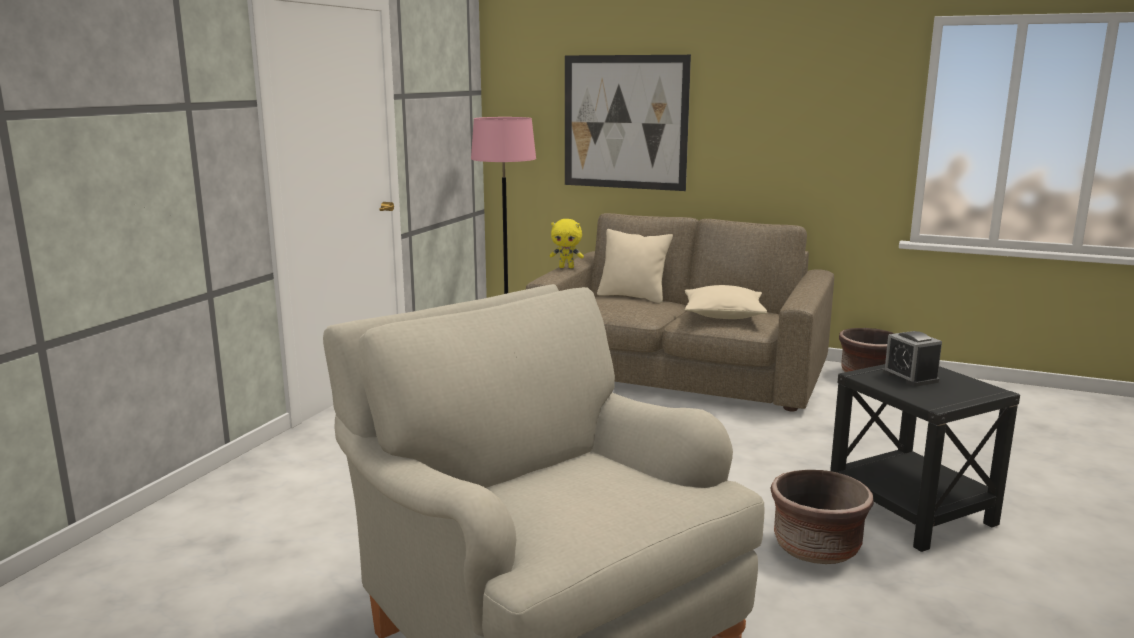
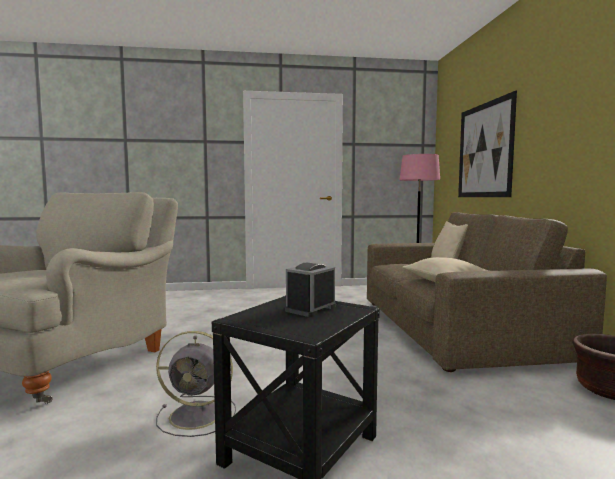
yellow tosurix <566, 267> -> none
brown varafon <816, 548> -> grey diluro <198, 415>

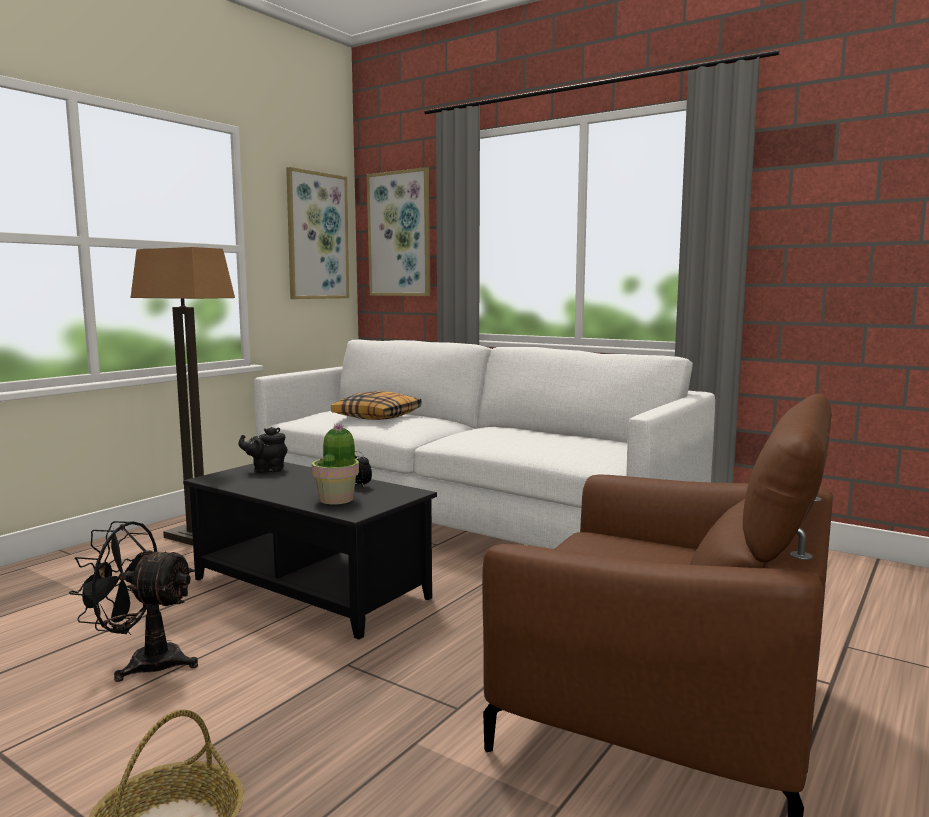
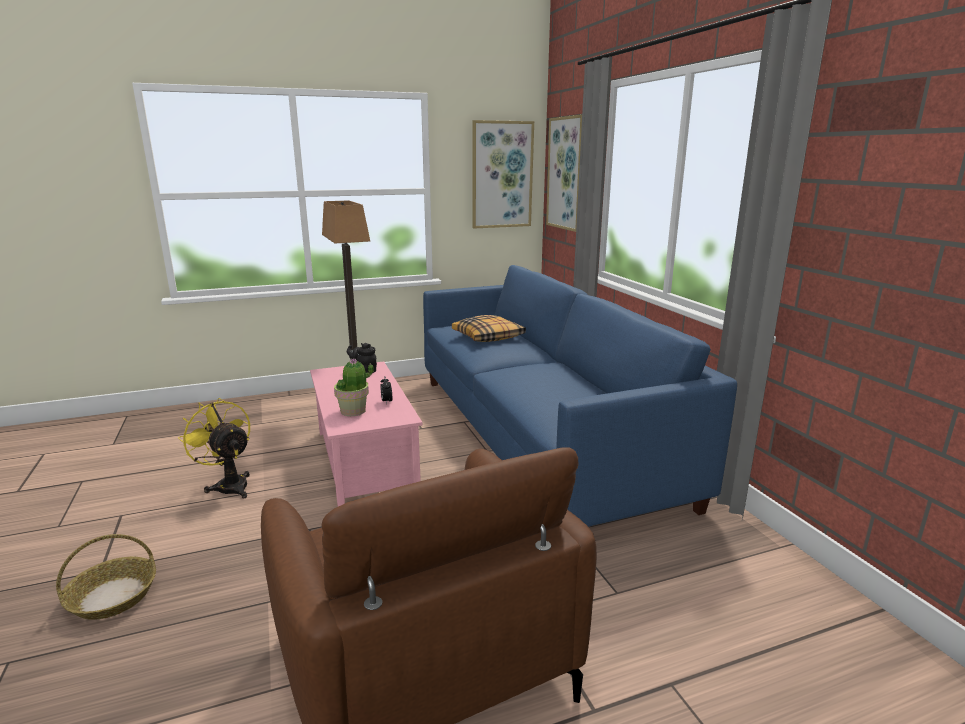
black diluro <144, 662> -> yellow diluro <229, 485>
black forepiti <311, 588> -> pink forepiti <366, 462>
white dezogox <465, 520> -> blue dezogox <537, 434>

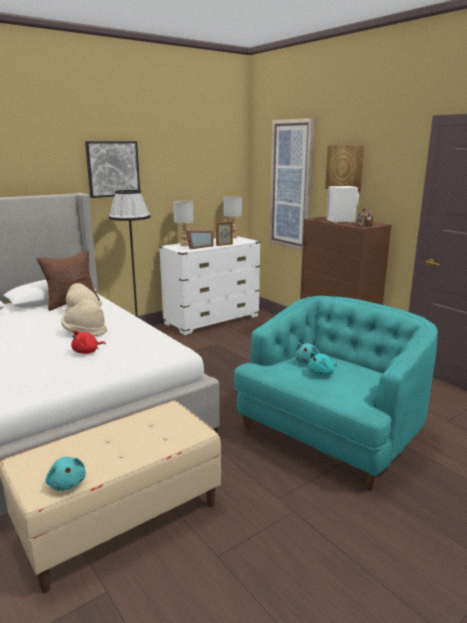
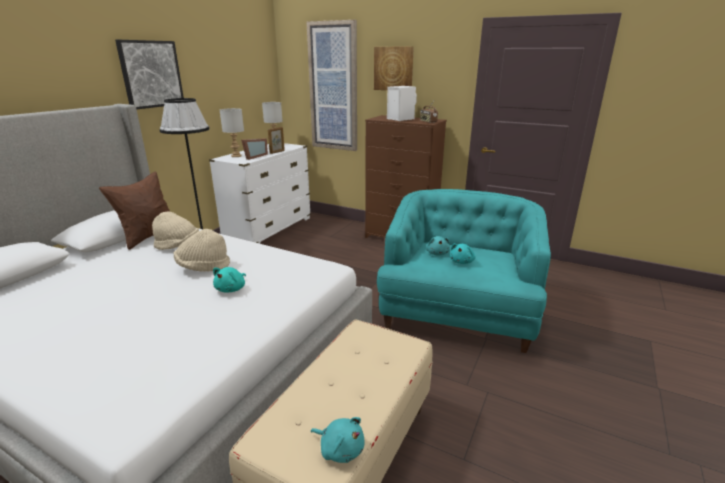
red tosurix <87, 352> -> turquoise tosurix <231, 289>

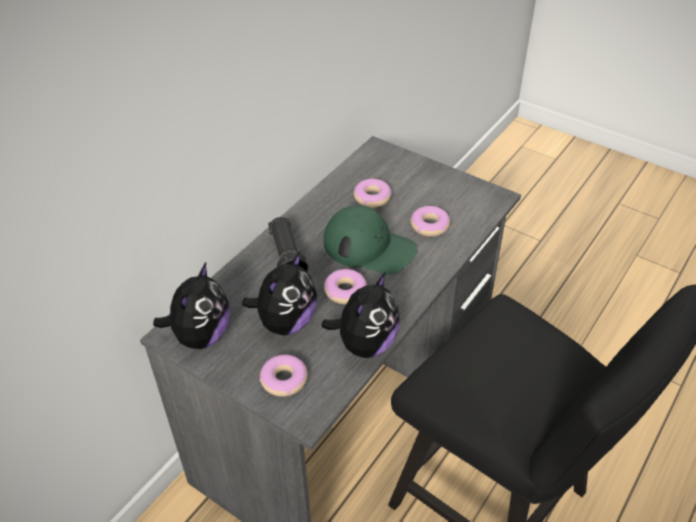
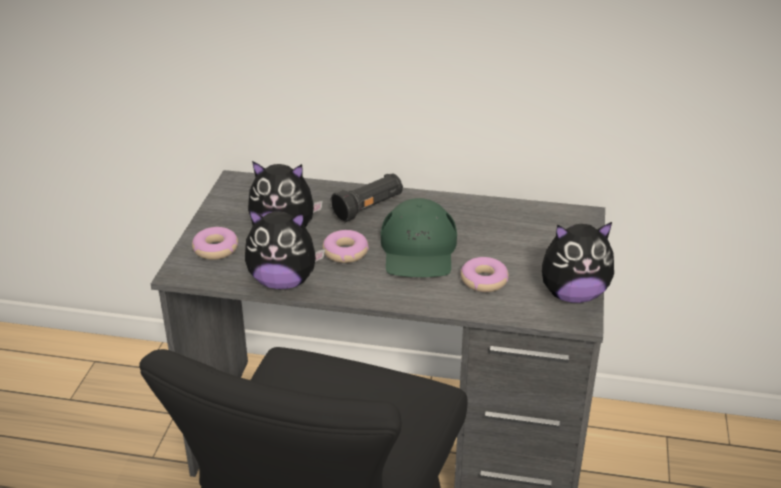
tosurix <201, 335> -> tosurix <573, 294>, shifted
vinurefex <372, 198> -> none

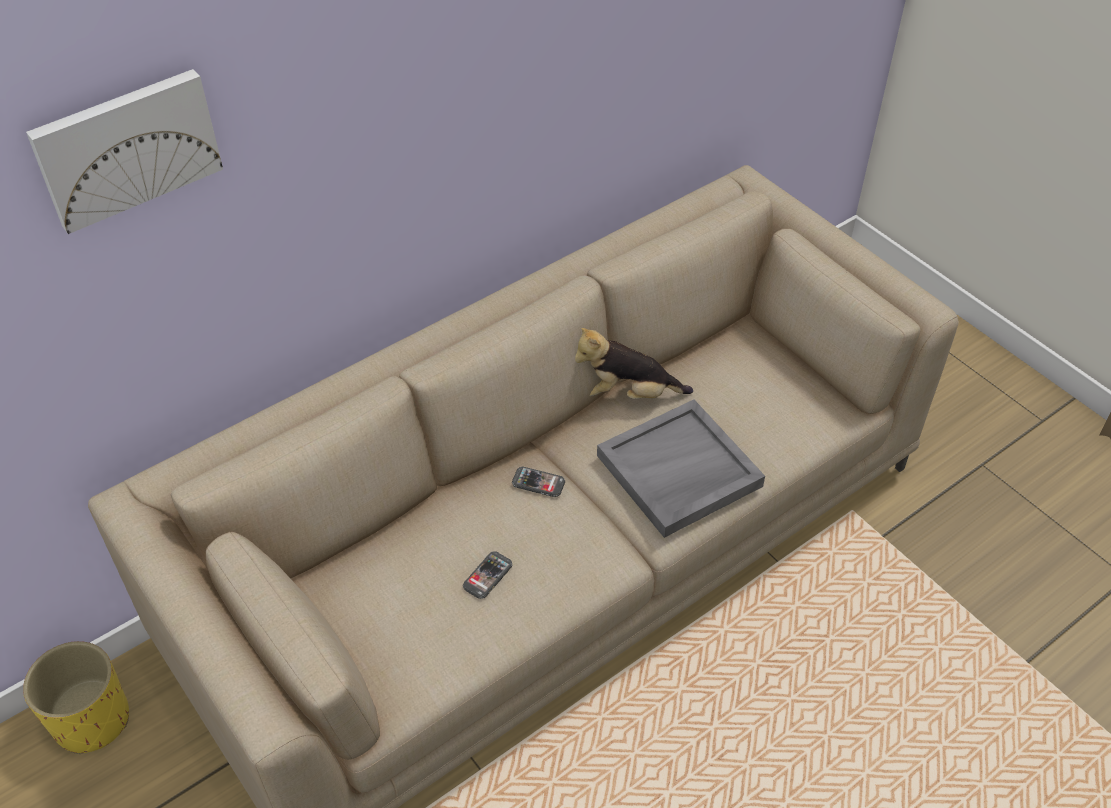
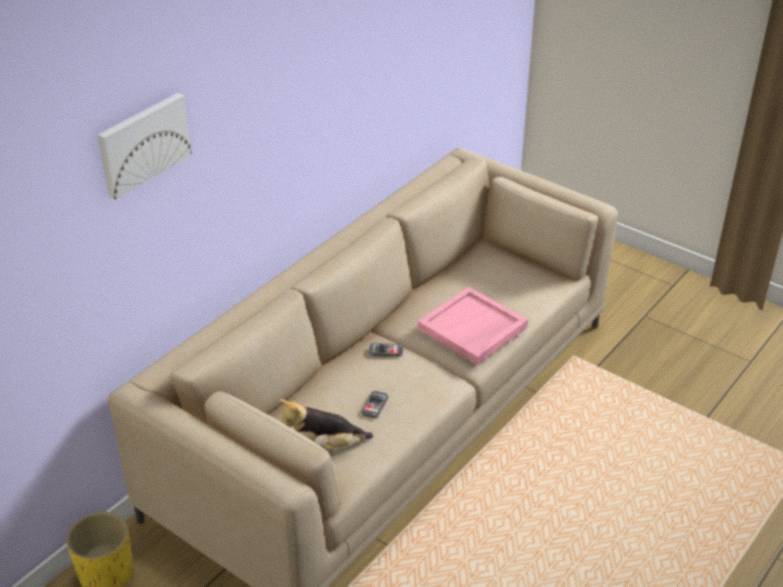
tosurix <626, 394> -> tosurix <323, 447>, shifted
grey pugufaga <678, 472> -> pink pugufaga <472, 329>

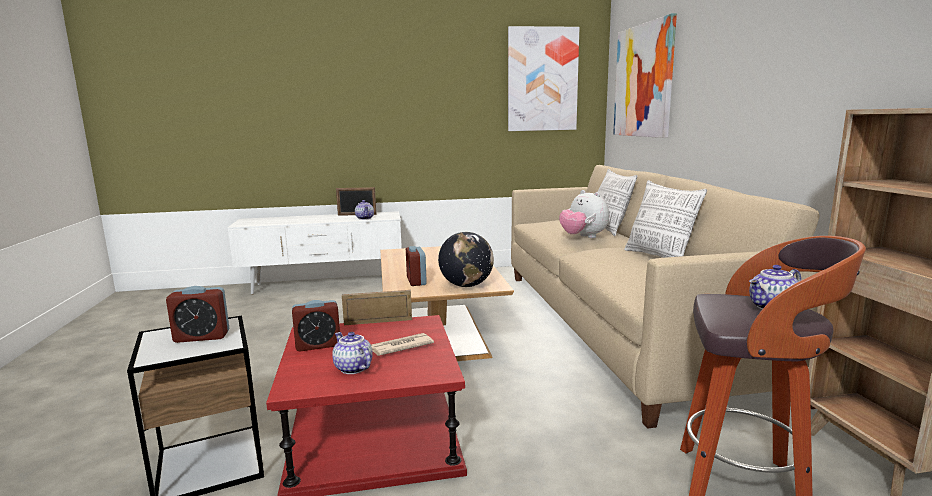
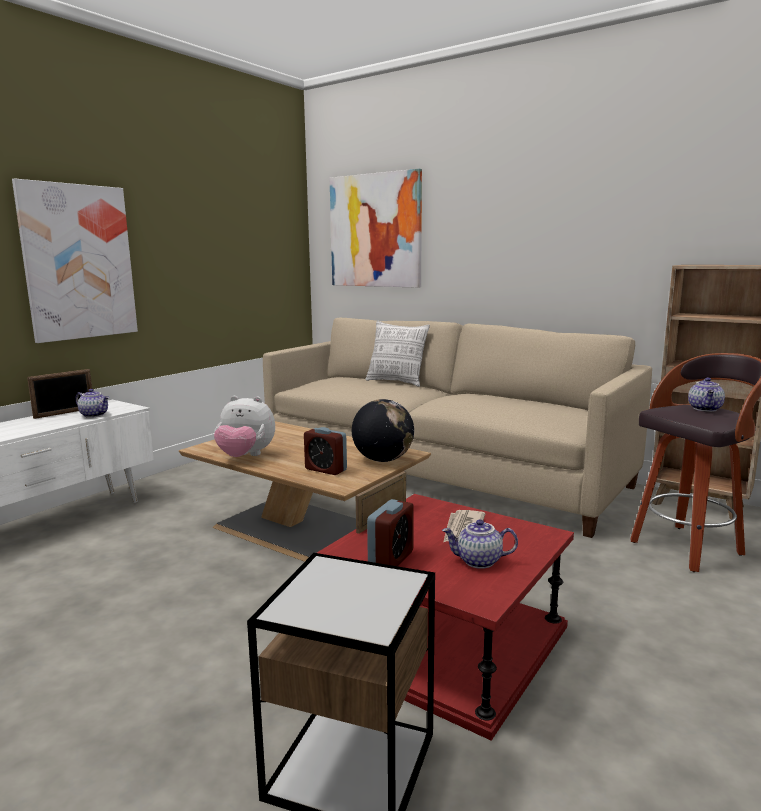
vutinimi <202, 337> -> none
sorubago <542, 79> -> sorubago <78, 262>, shifted
tosurix <583, 237> -> tosurix <245, 456>, shifted
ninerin <659, 257> -> none

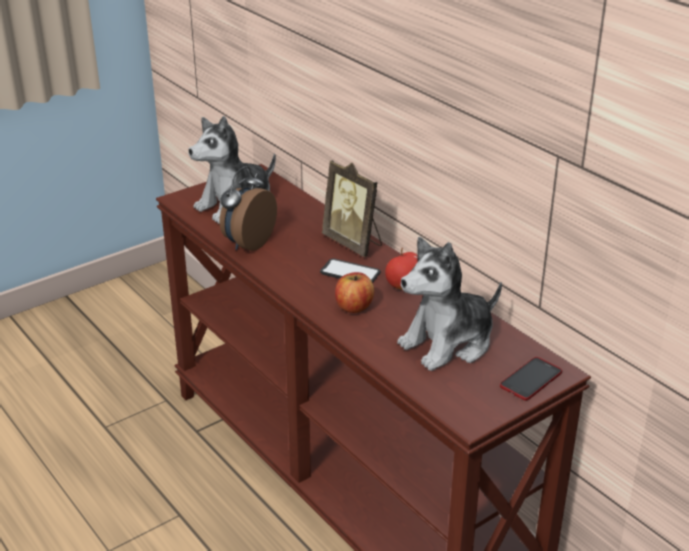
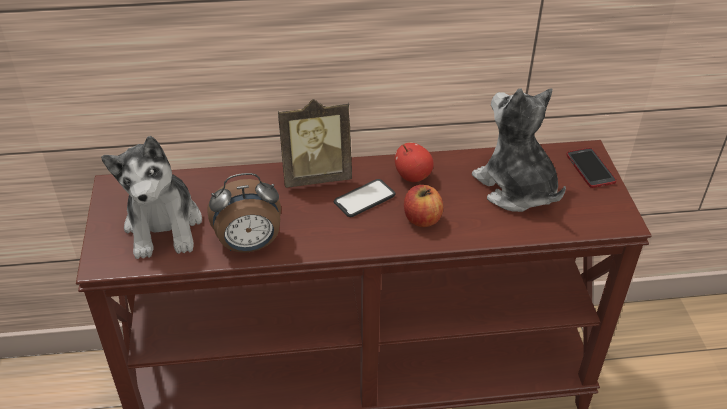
vutinimi <247, 243> -> vutinimi <249, 245>, 75 degrees counterclockwise
tosurix <448, 343> -> tosurix <515, 188>, 150 degrees clockwise

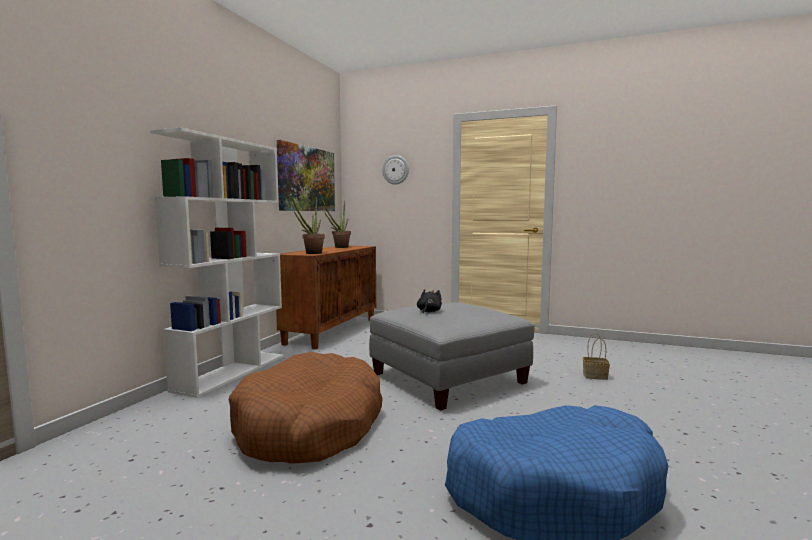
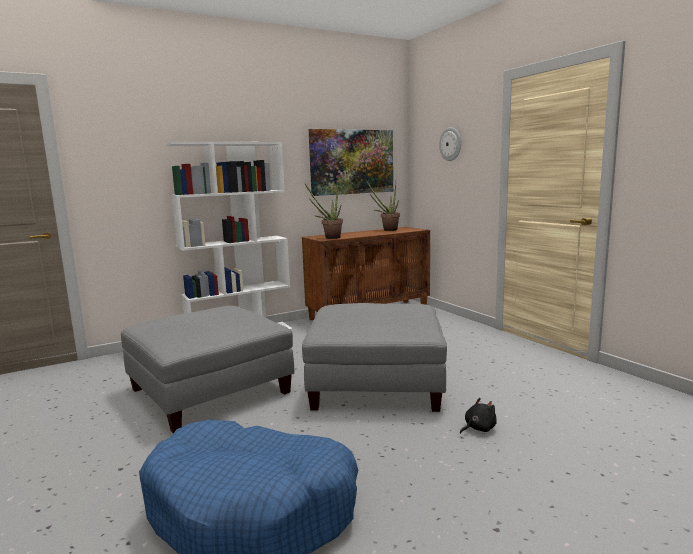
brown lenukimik <309, 426> -> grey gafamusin <210, 390>
black tosurix <428, 311> -> black tosurix <478, 428>, shifted
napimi <595, 376> -> none

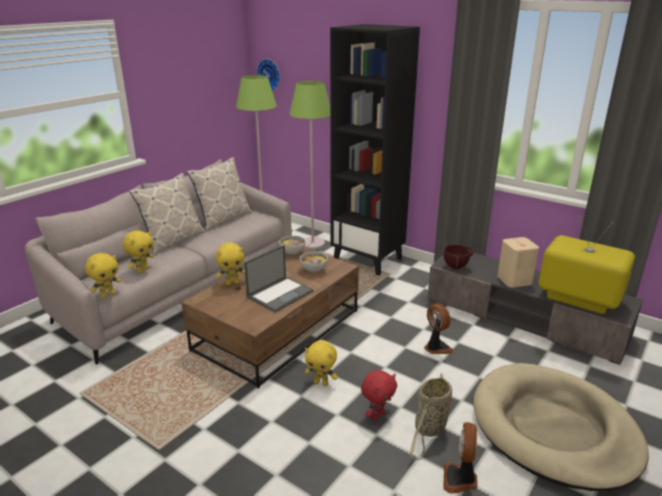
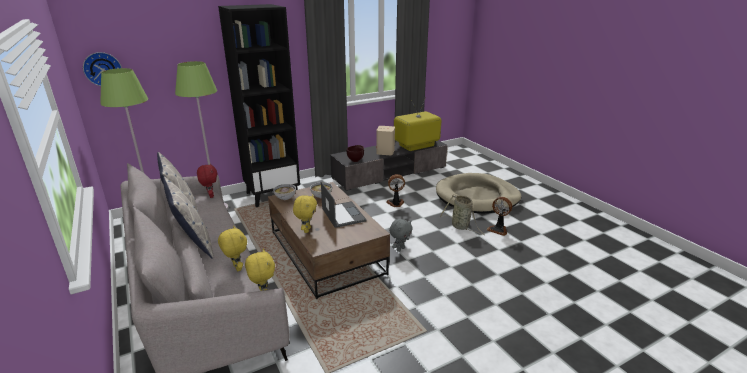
yellow tosurix <321, 383> -> grey tosurix <400, 249>
red tosurix <377, 415> -> red tosurix <210, 195>, shifted

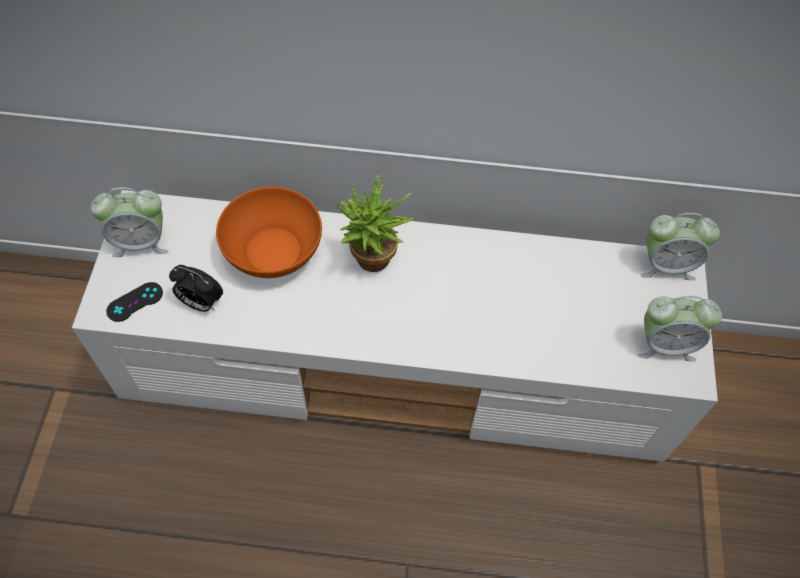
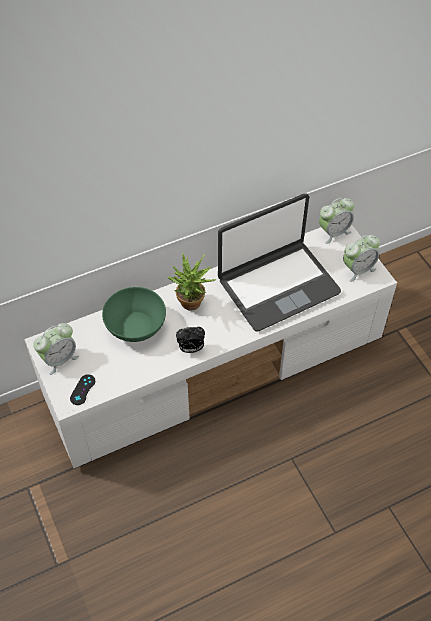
vutinimi <200, 303> -> vutinimi <191, 349>, shifted
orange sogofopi <273, 251> -> green sogofopi <136, 326>
none -> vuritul <277, 285>

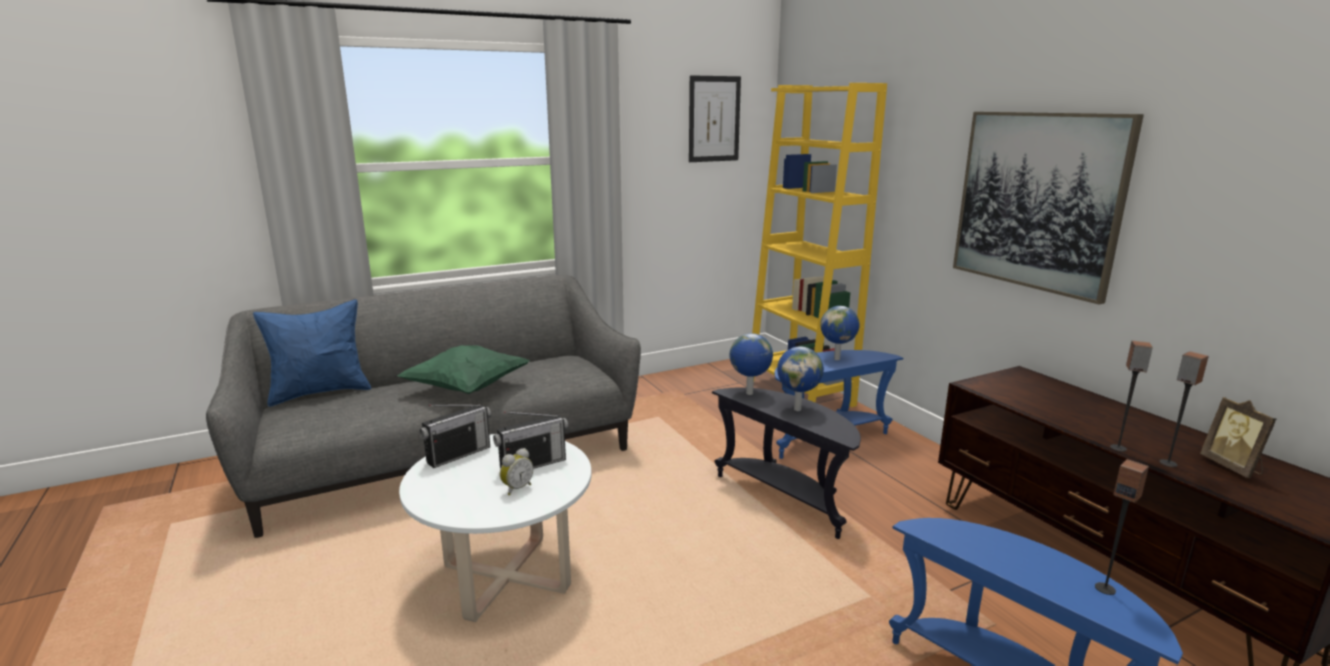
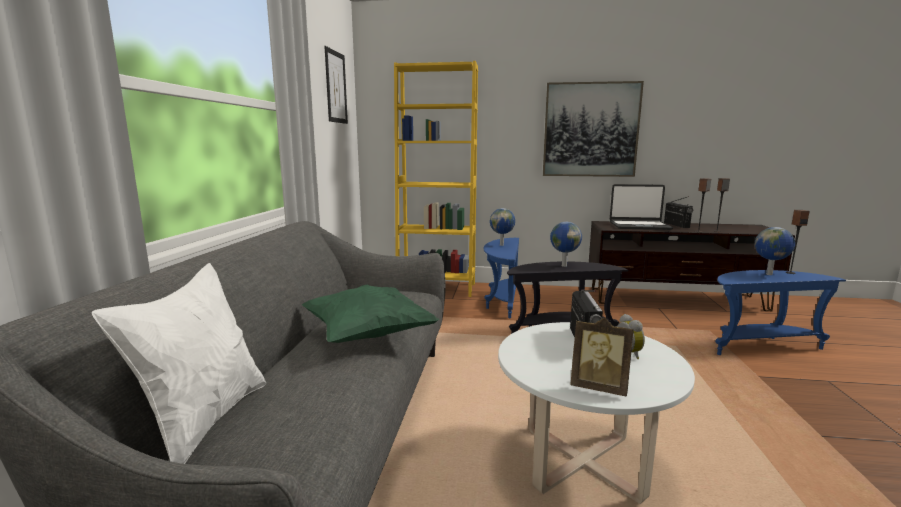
blue ninerin <320, 392> -> white ninerin <205, 420>
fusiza <458, 454> -> fusiza <676, 225>, shifted
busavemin <749, 393> -> busavemin <770, 274>, shifted
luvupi <1232, 467> -> luvupi <599, 387>, shifted
none -> vuritul <639, 226>

